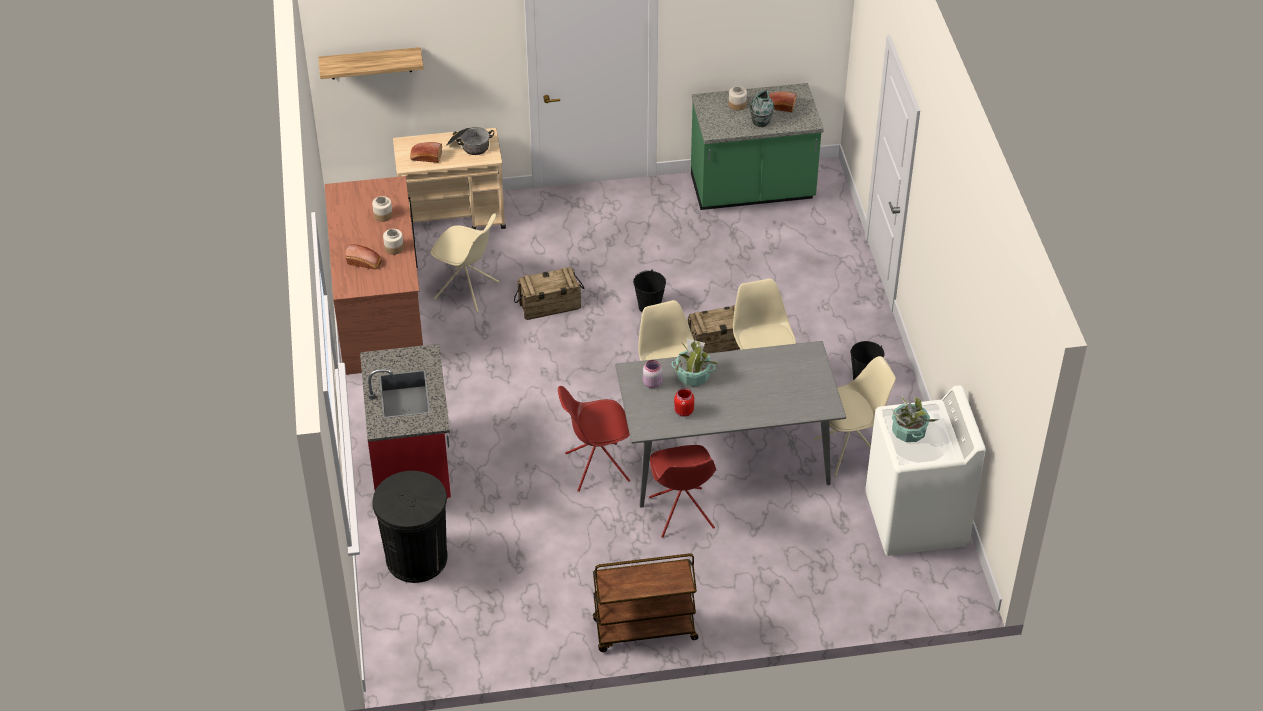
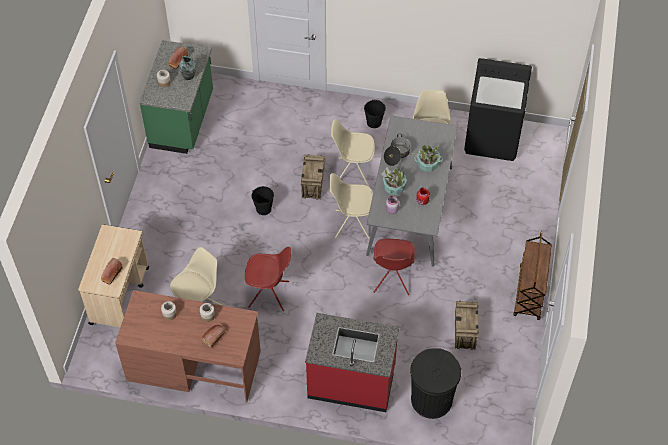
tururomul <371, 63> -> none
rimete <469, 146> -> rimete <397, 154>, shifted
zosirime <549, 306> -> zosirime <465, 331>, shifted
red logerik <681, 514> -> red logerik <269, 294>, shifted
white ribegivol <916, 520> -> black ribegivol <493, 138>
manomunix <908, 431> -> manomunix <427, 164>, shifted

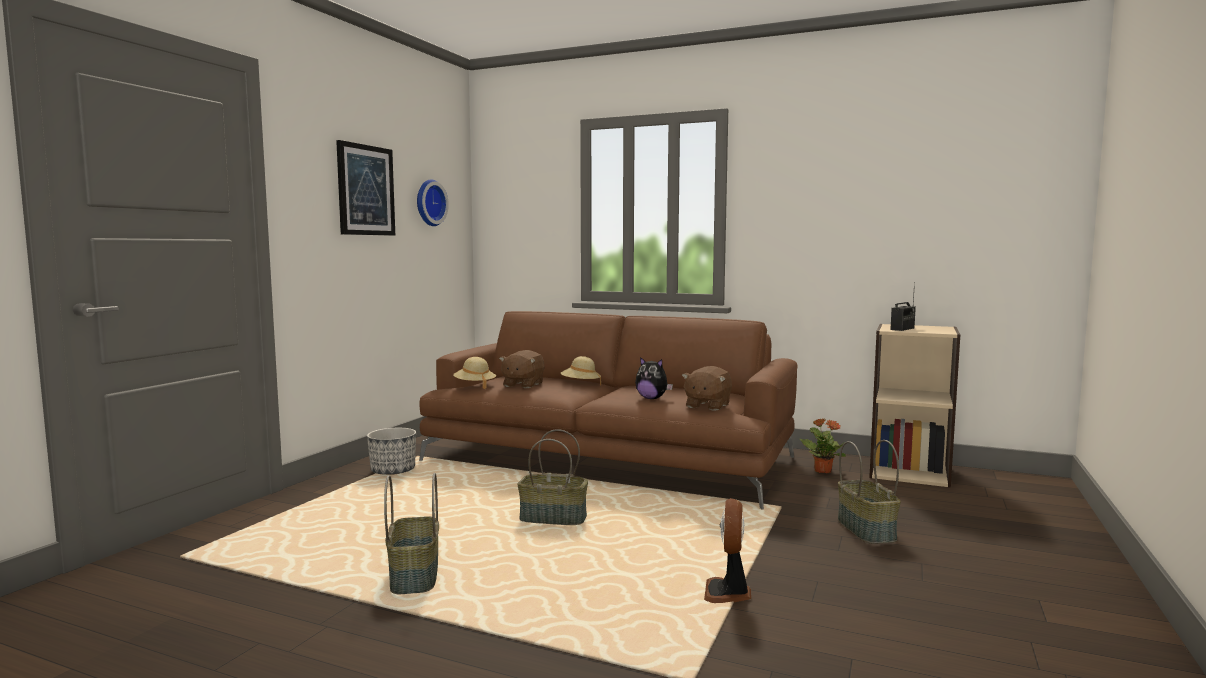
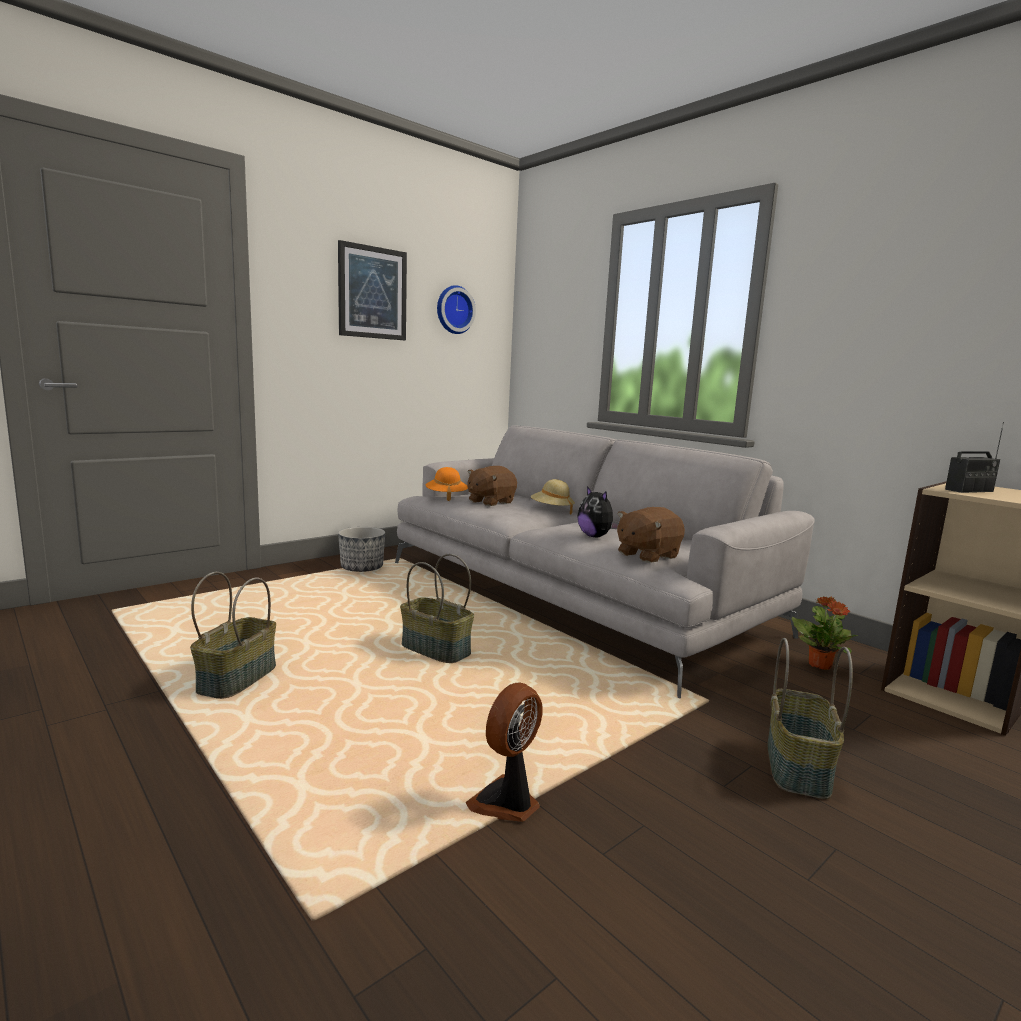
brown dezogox <609, 459> -> grey dezogox <573, 596>
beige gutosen <474, 385> -> orange gutosen <446, 496>

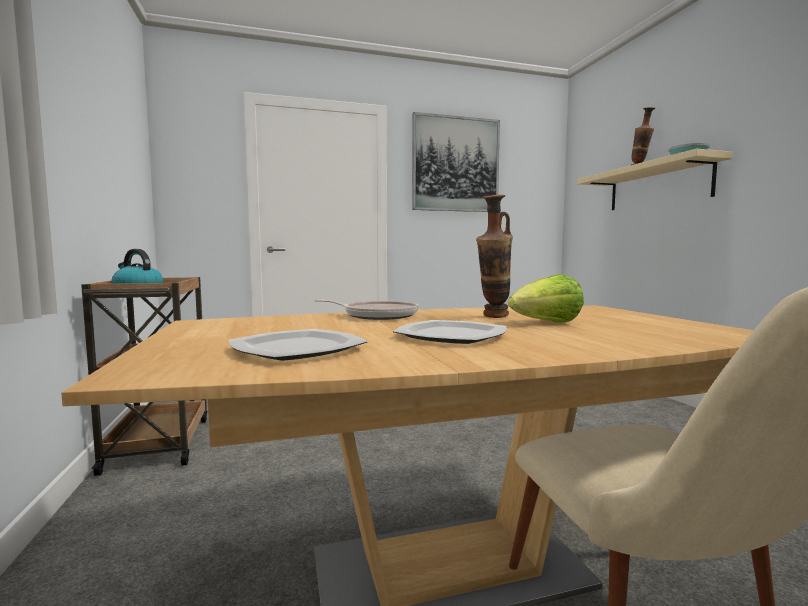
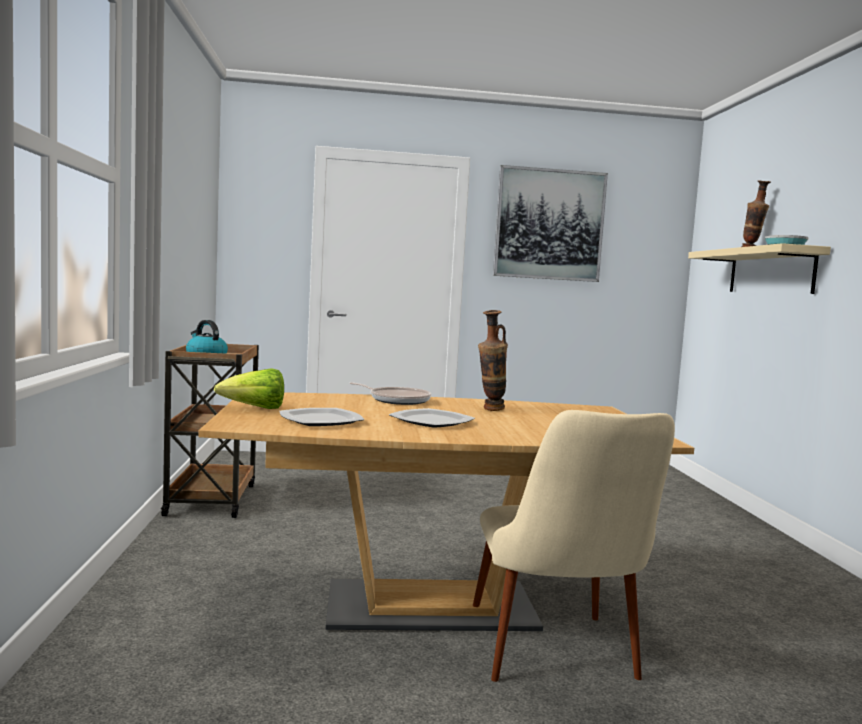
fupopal <546, 323> -> fupopal <255, 409>, shifted

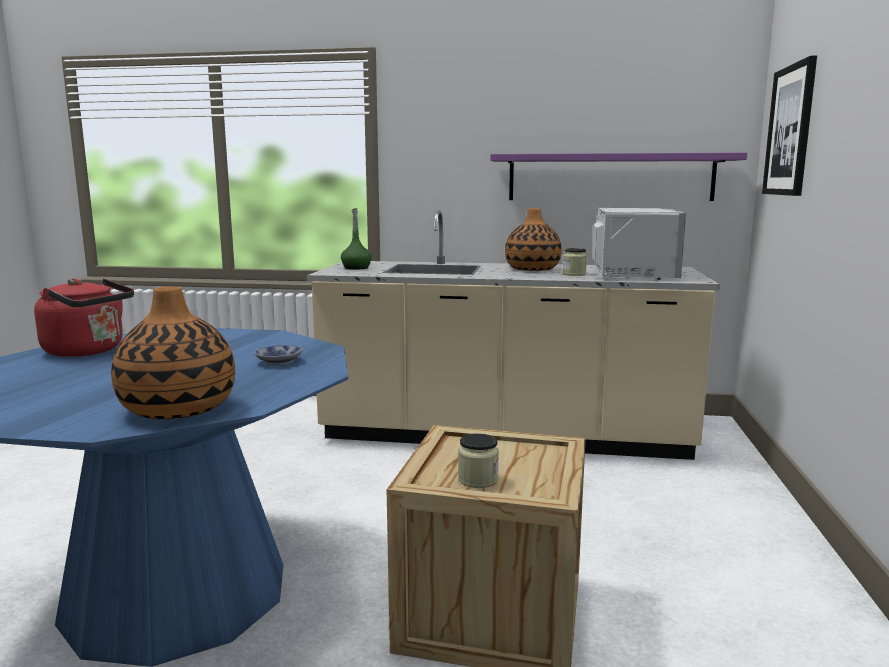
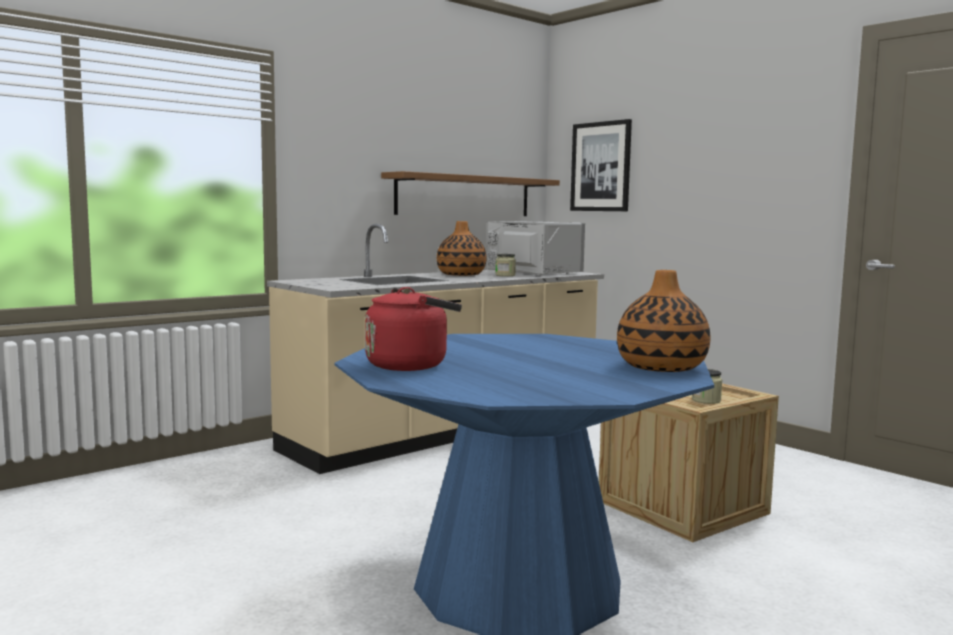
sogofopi <281, 361> -> none
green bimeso <356, 268> -> none
purple tururomul <610, 177> -> brown tururomul <464, 196>

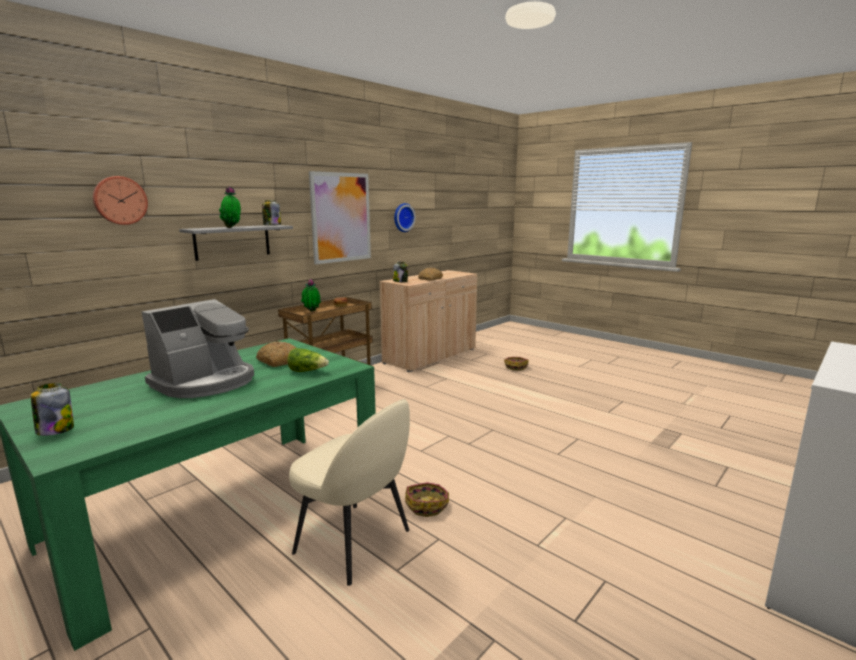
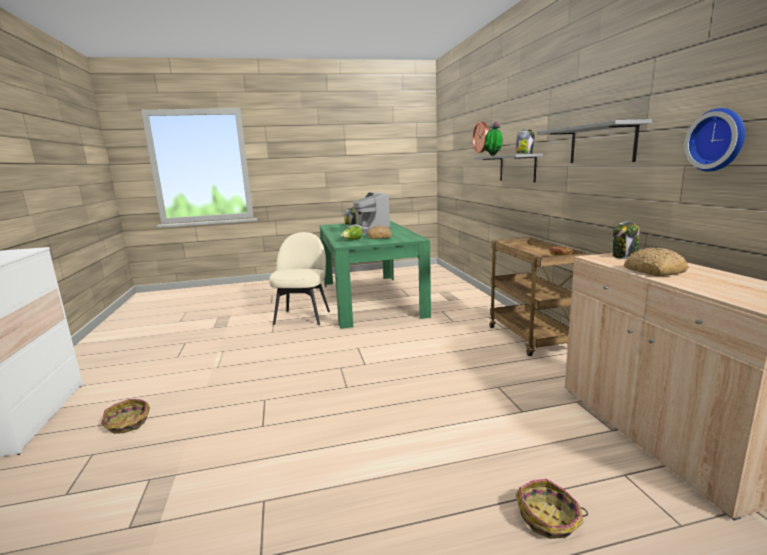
beige logerik <355, 542> -> beige logerik <303, 317>, 120 degrees clockwise
manomunix <311, 311> -> none
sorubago <341, 217> -> grey tururomul <601, 144>
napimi <427, 505> -> napimi <127, 424>, shifted

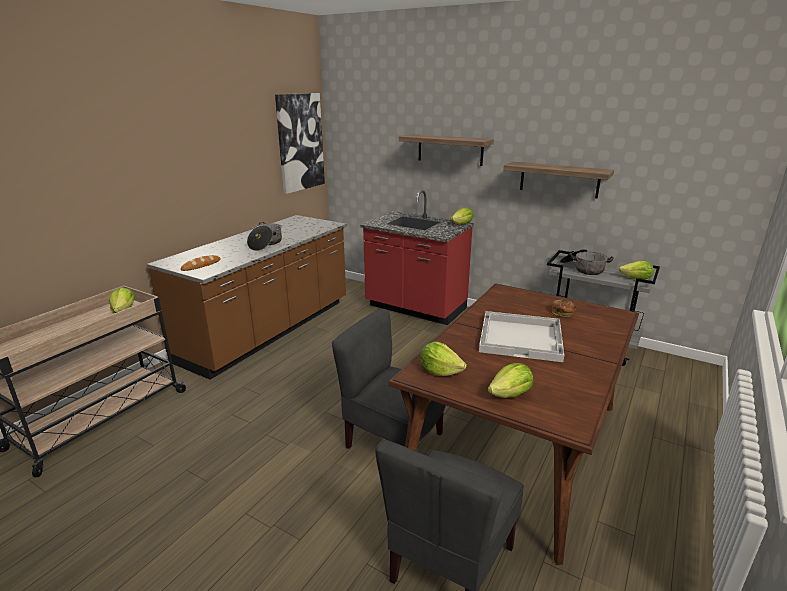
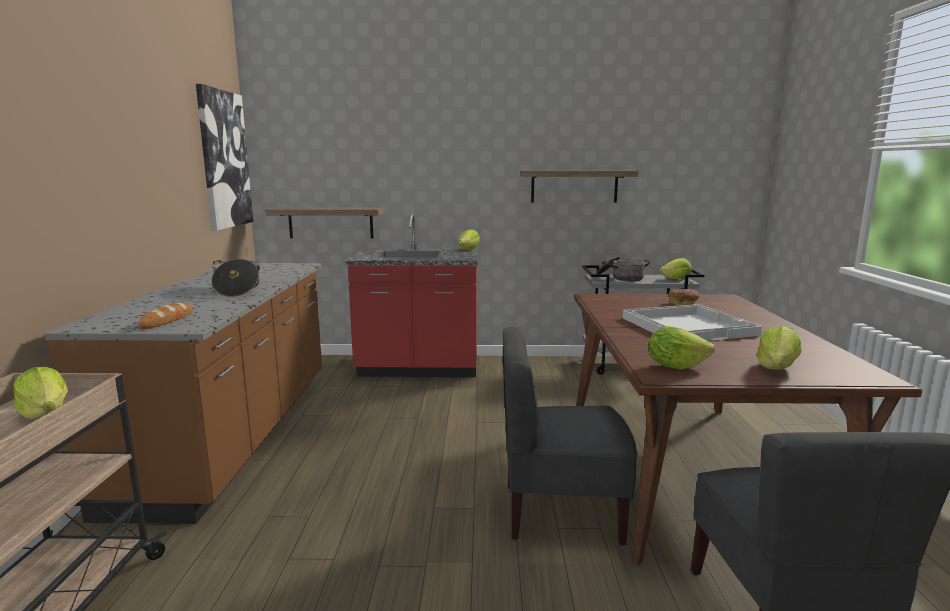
tururomul <450, 149> -> tururomul <331, 222>, shifted

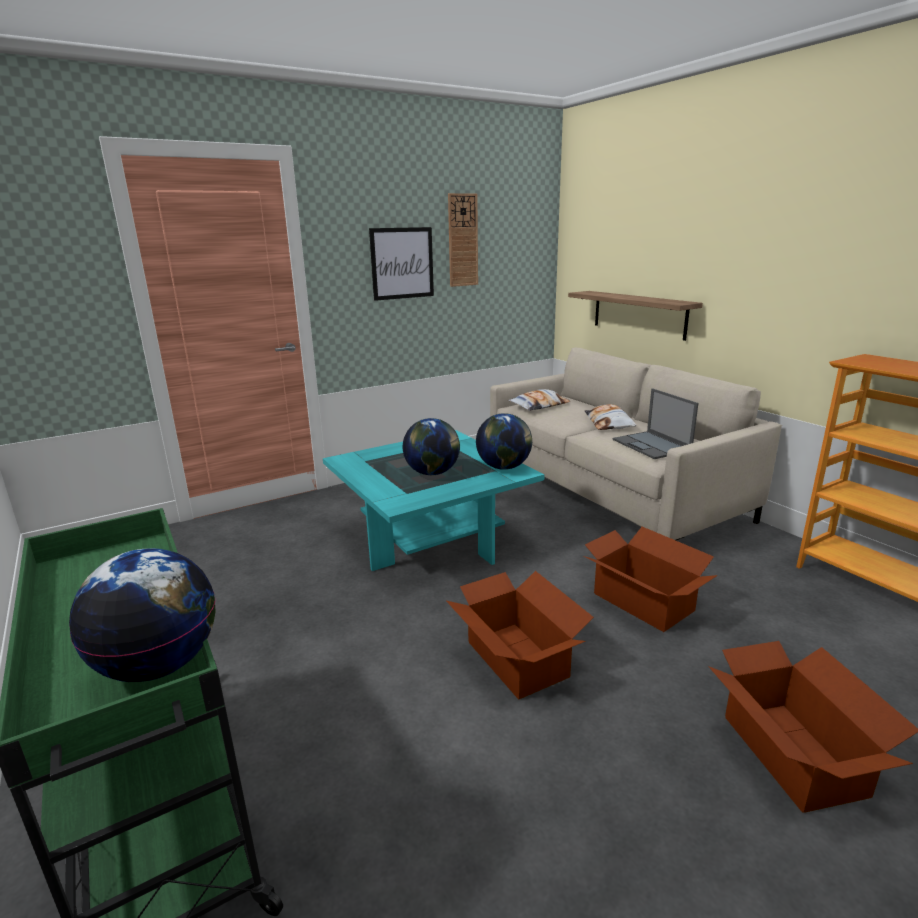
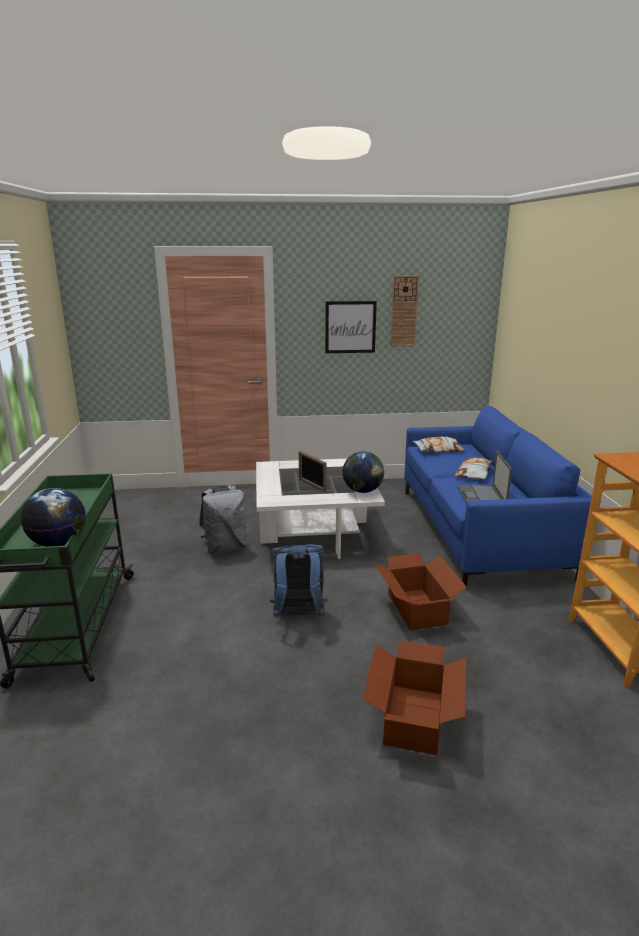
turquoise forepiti <431, 538> -> white forepiti <315, 532>
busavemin <432, 473> -> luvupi <312, 485>
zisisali <516, 660> -> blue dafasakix <298, 616>
beige dezogox <611, 493> -> blue dezogox <478, 531>
tururomul <638, 314> -> none
none -> grey dafasakix <225, 547>

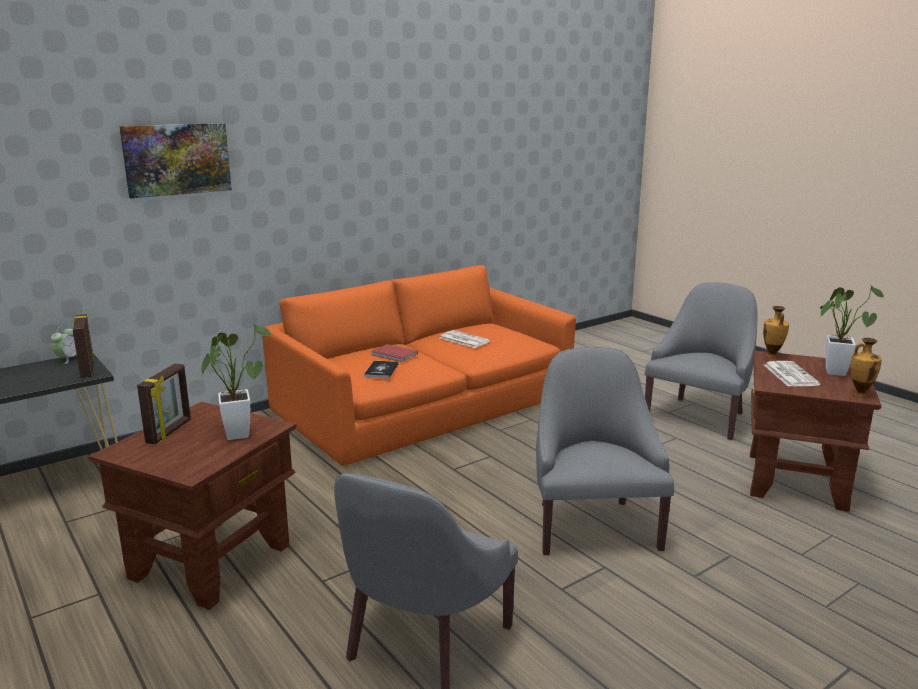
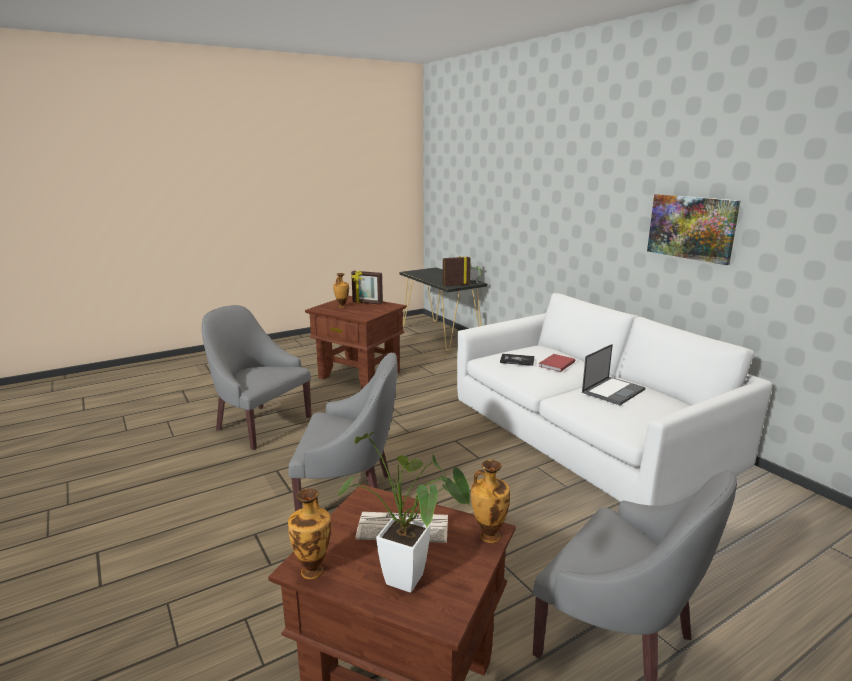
sorubago <177, 159> -> sorubago <691, 227>, shifted
manomunix <237, 432> -> none
orange dezogox <424, 404> -> white dezogox <588, 432>
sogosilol <463, 340> -> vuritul <613, 391>
none -> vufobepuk <342, 306>

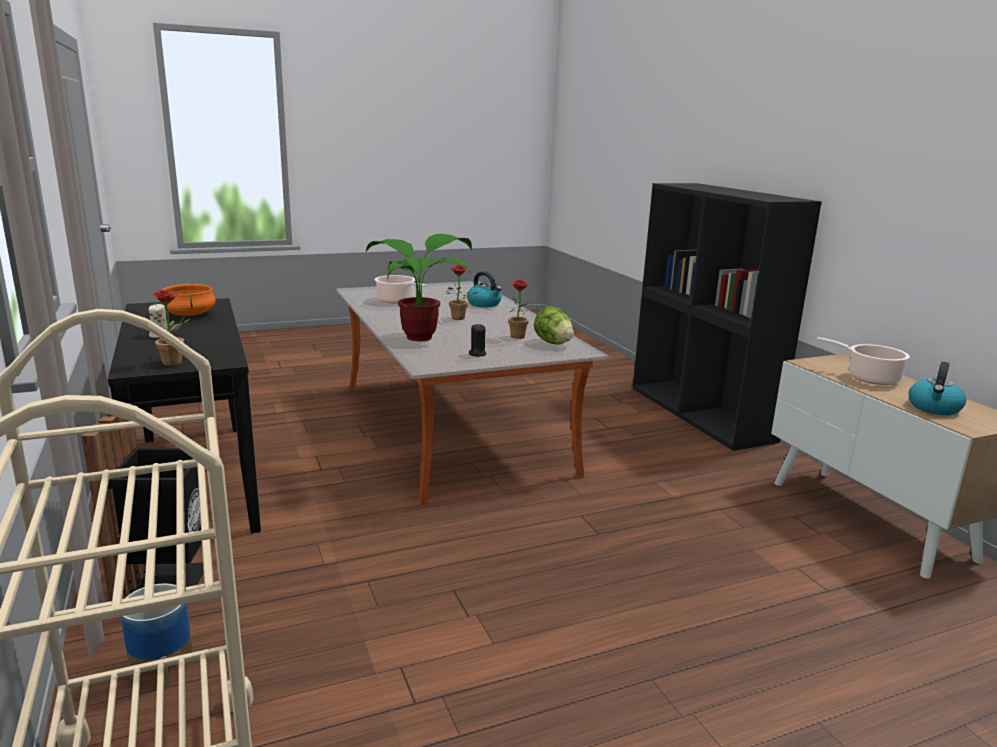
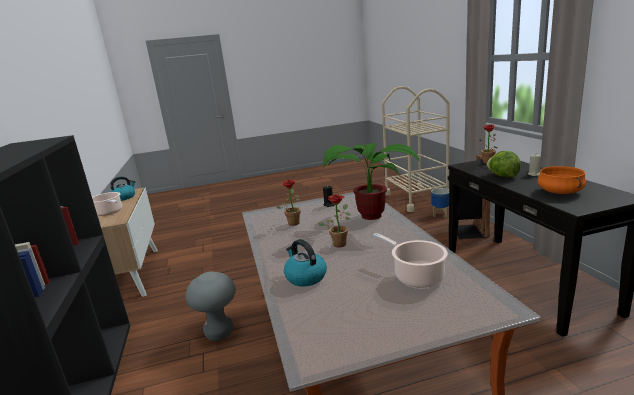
fupopal <553, 343> -> fupopal <502, 176>, shifted
none -> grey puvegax <219, 333>

